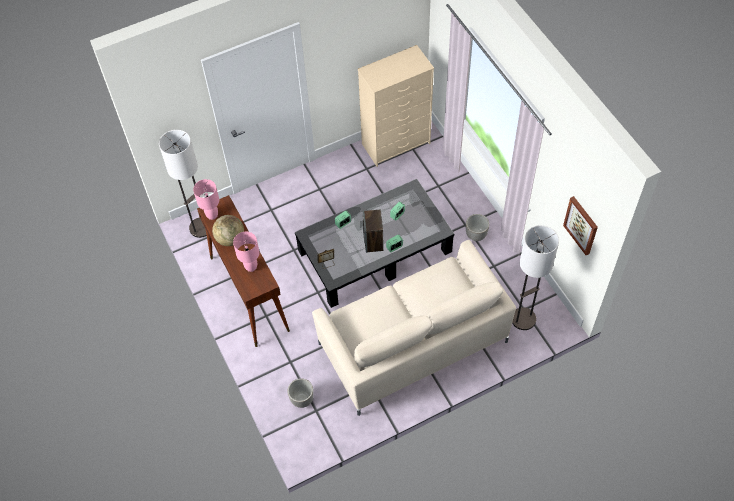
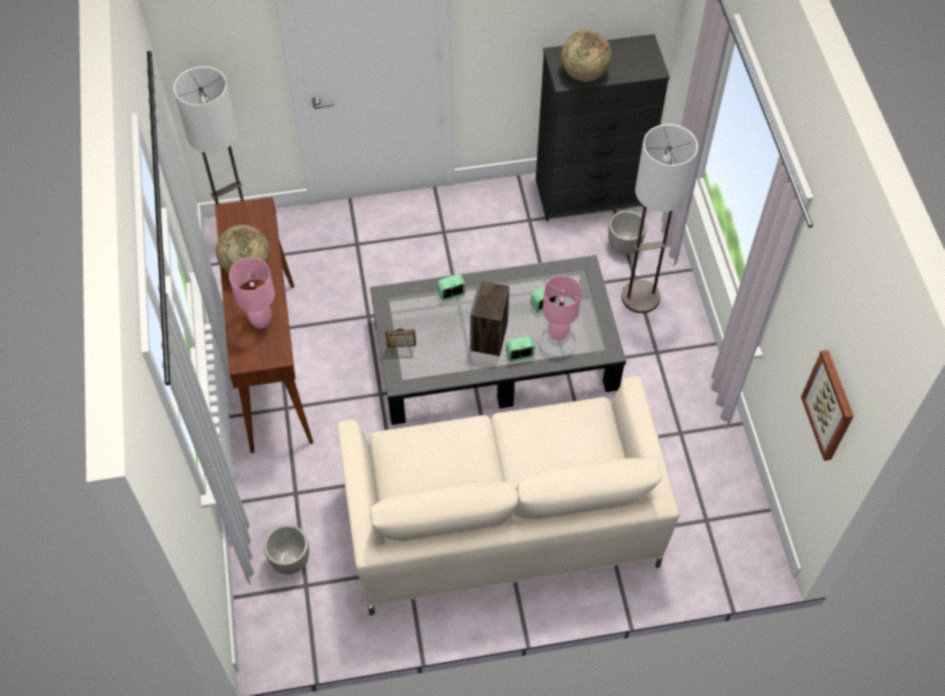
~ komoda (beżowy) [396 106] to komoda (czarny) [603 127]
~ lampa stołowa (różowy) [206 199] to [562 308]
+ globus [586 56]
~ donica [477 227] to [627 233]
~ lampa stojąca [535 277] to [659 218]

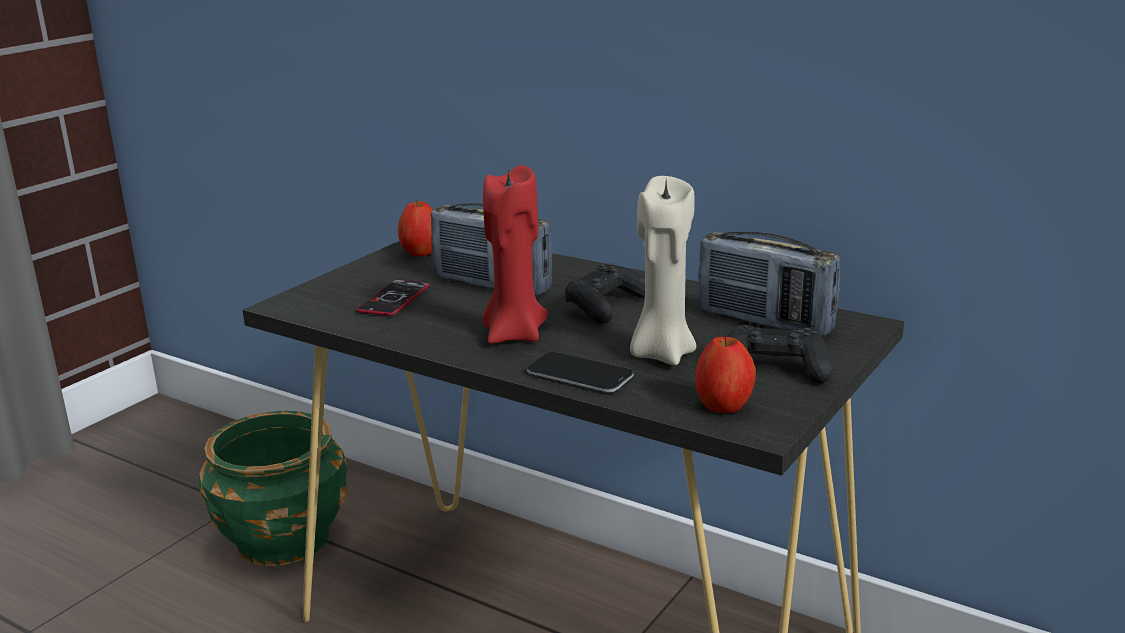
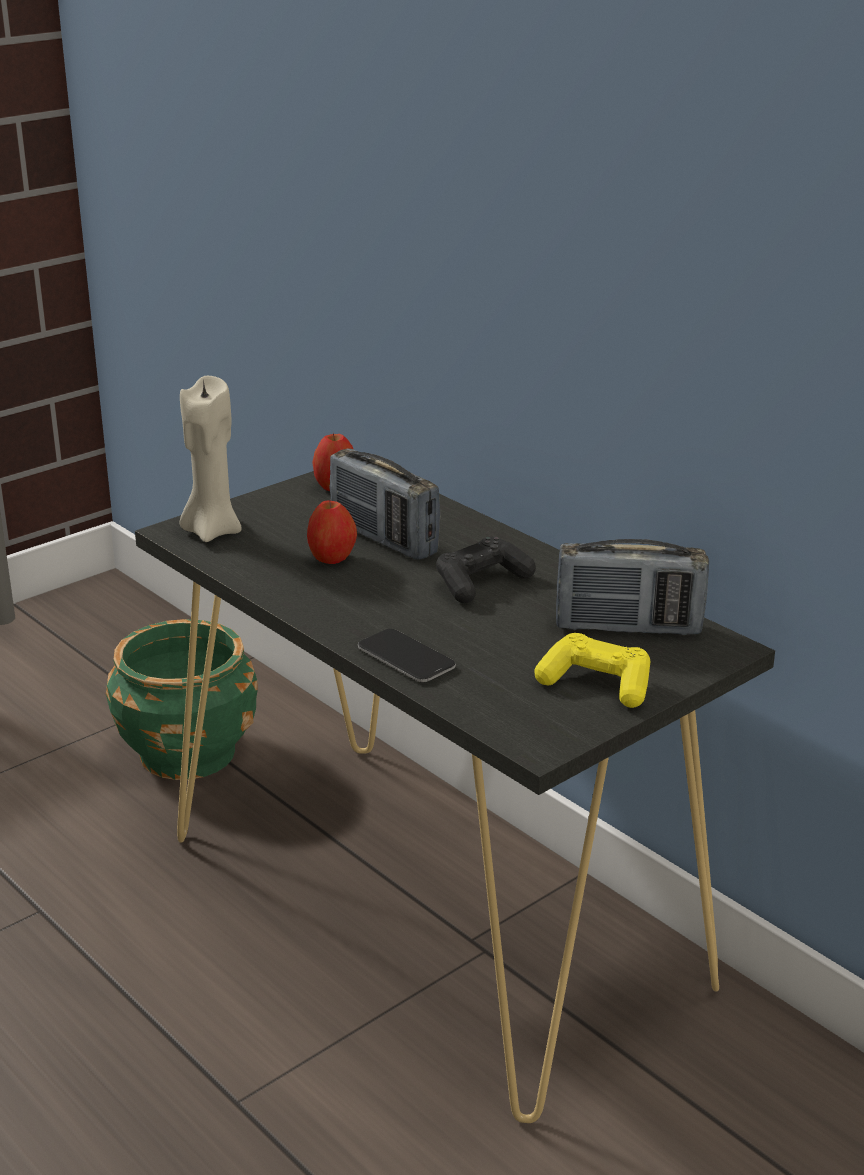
~ świeca (beżowy) [663 271] to [211 459]
~ jabłko [725 374] to [332 532]
~ pad do gier (czarny) [780 354] to pad do gier (żółty) [592 670]
~ radio [769 284] = [632 587] 45 degrees counterclockwise
- telefon [393 297]
- świeca (czerwony) [515 254]

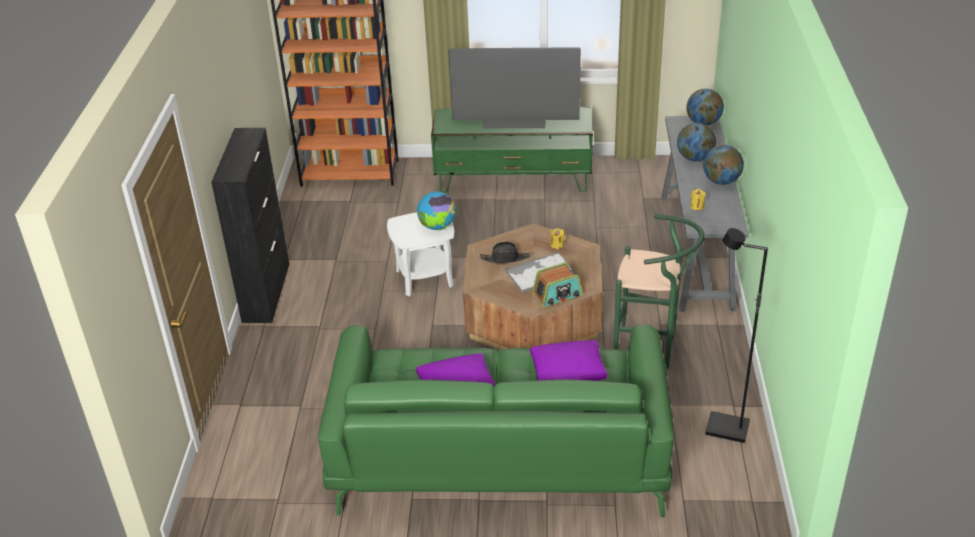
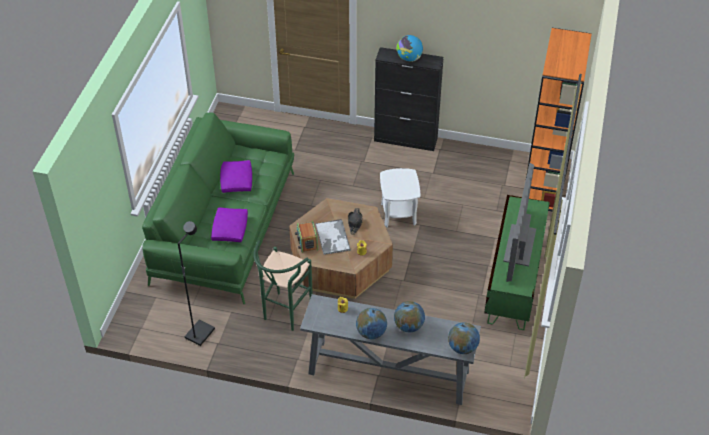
~ globus [436 210] to [410 48]

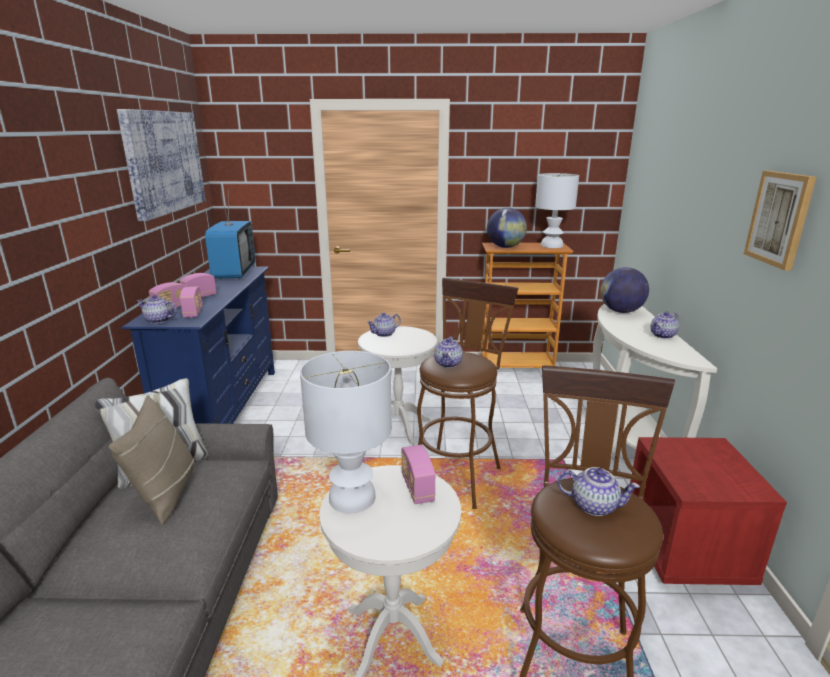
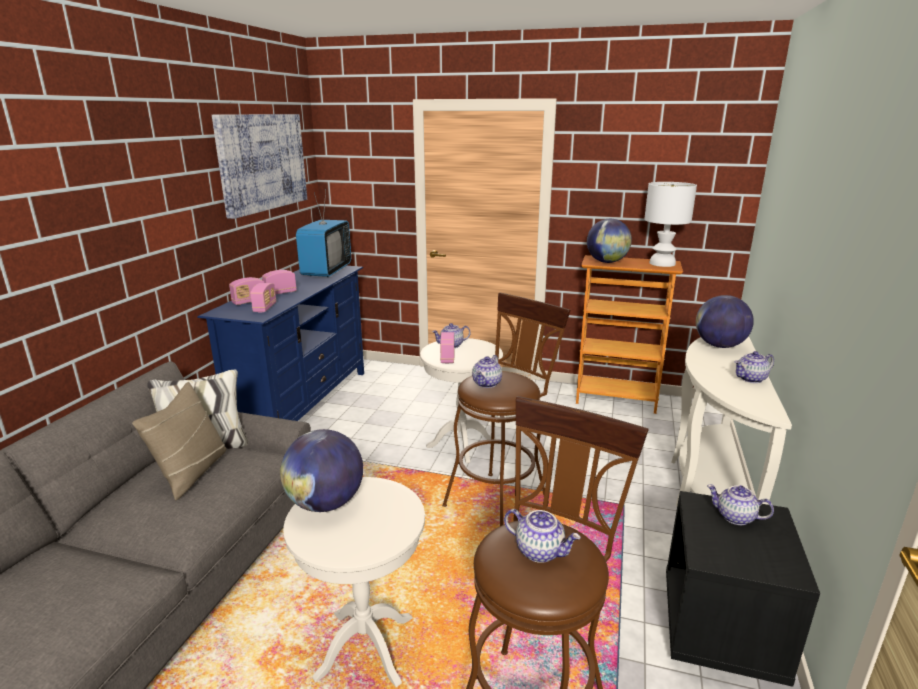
~ lampa stołowa (biały) [346 432] to globus [321 470]
~ radio [418 474] to [447 348]
~ szafka nocna (czerwony) [708 511] to szafka nocna (czarny) [743 589]
~ imbryk [157 309] to [740 505]
- obraz [780 221]

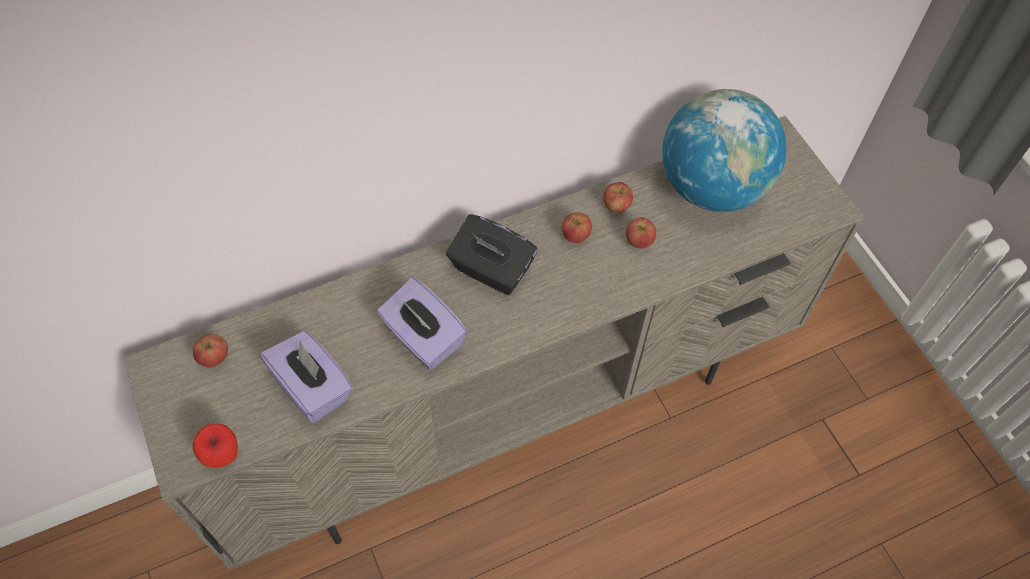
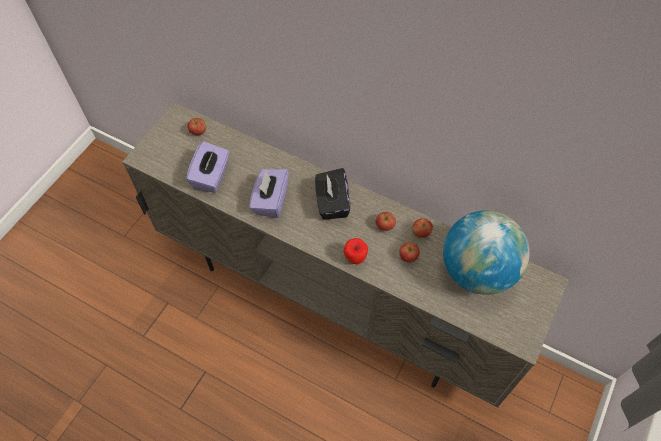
~ jabłko [215 446] to [356 251]

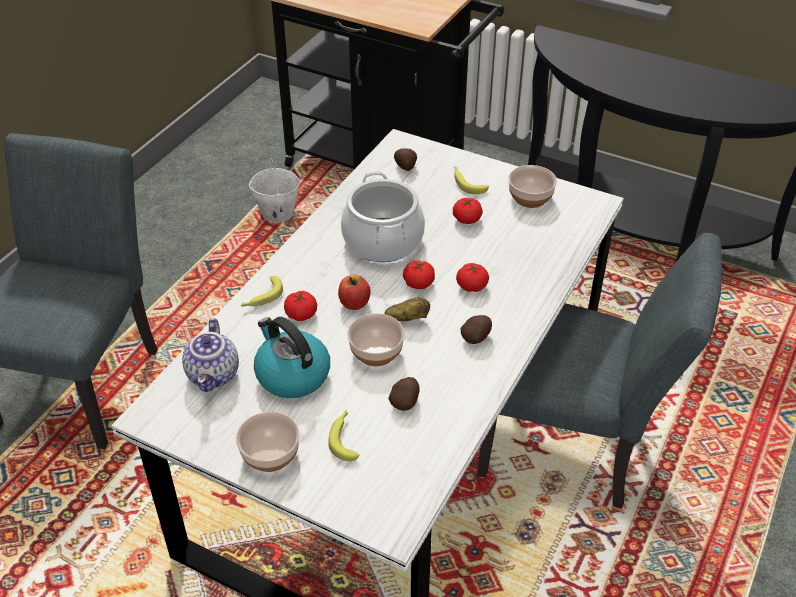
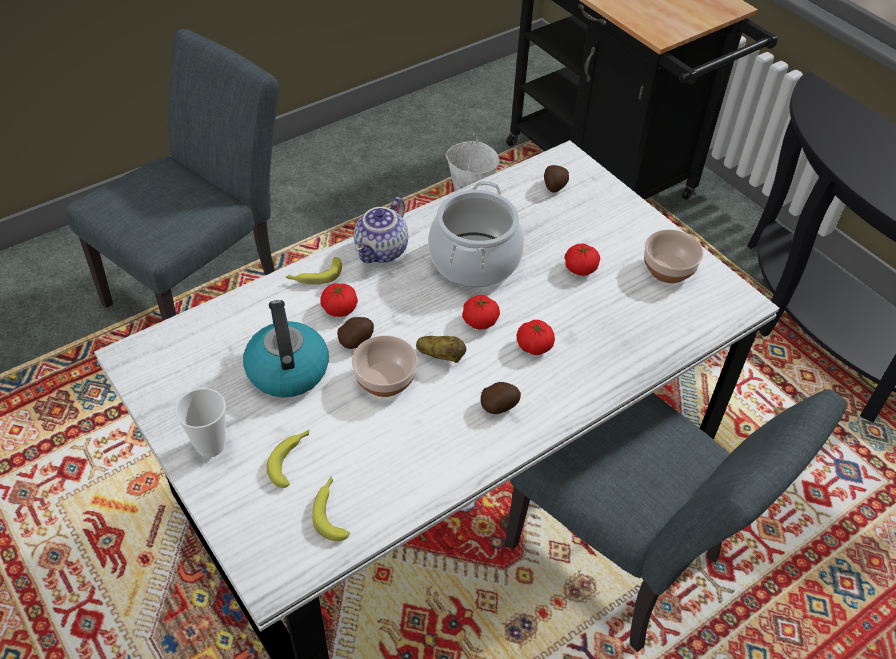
~ miska [268 442] to filiżanka [200 422]
~ banan [471 180] to [331 508]
~ ziemniak [403 394] to [355 333]
~ imbryk [210 355] to [381 230]
- jabłko [354 292]

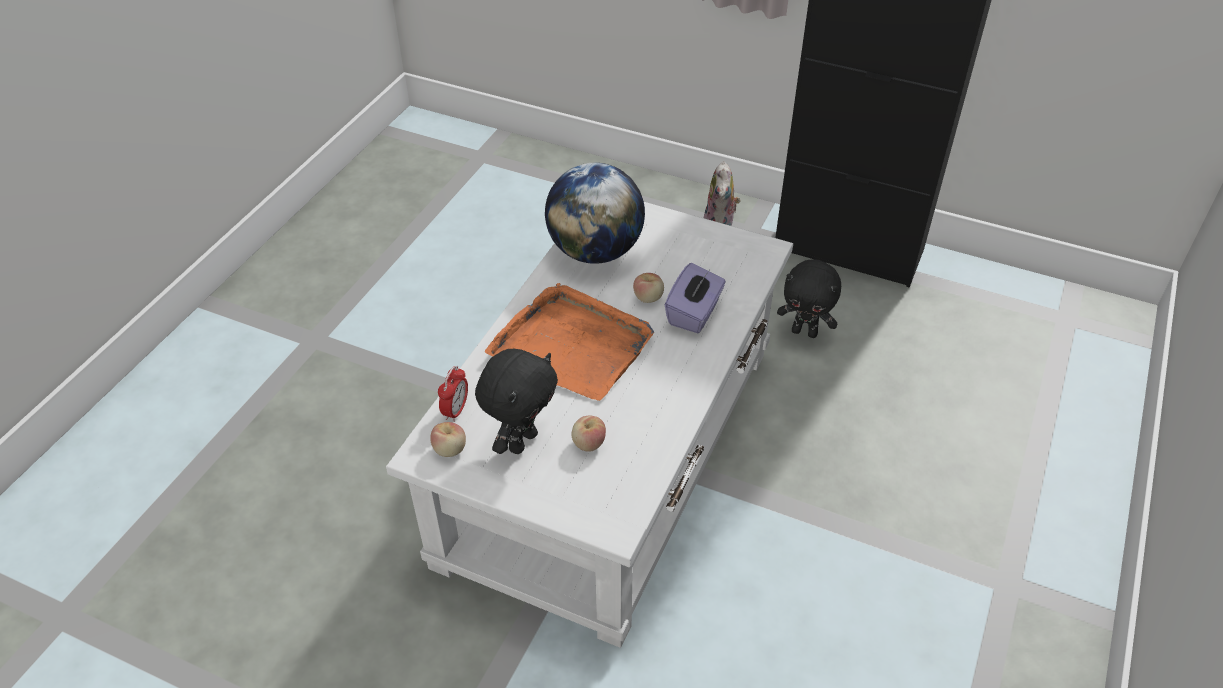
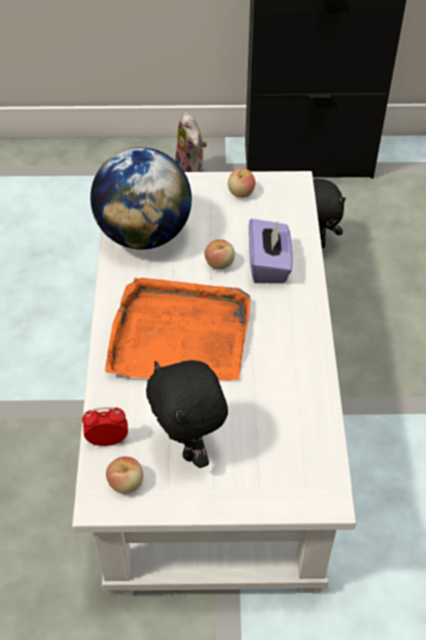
~ budzik [453 394] = [105 426] 90 degrees counterclockwise
~ pluszak (czarny) [516 401] = [187 414] 150 degrees clockwise
~ jabłko [589 434] to [241 183]

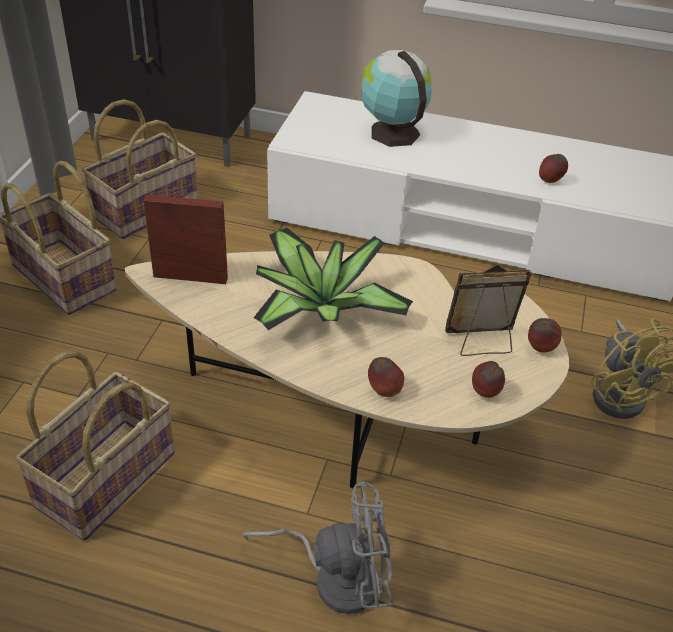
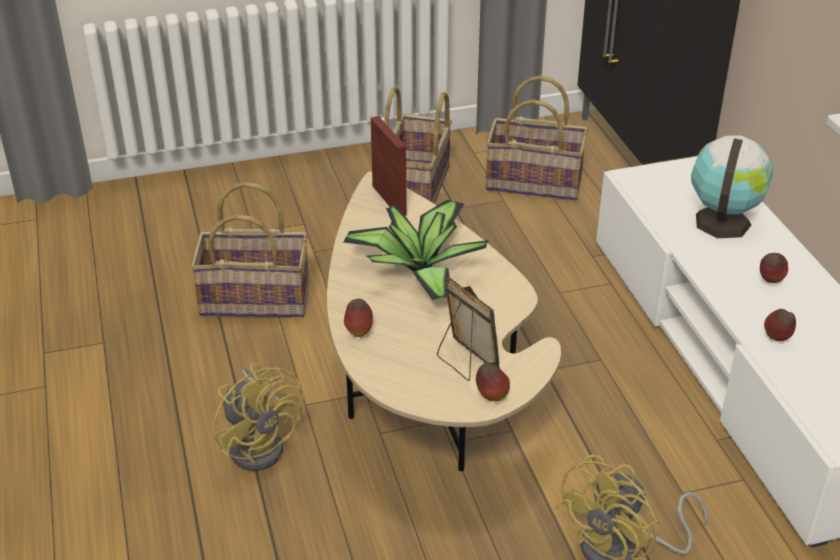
~ wentylator (szary) [318 547] to wentylator (żółty) [258 417]
~ jabłko [488 379] to [774 268]

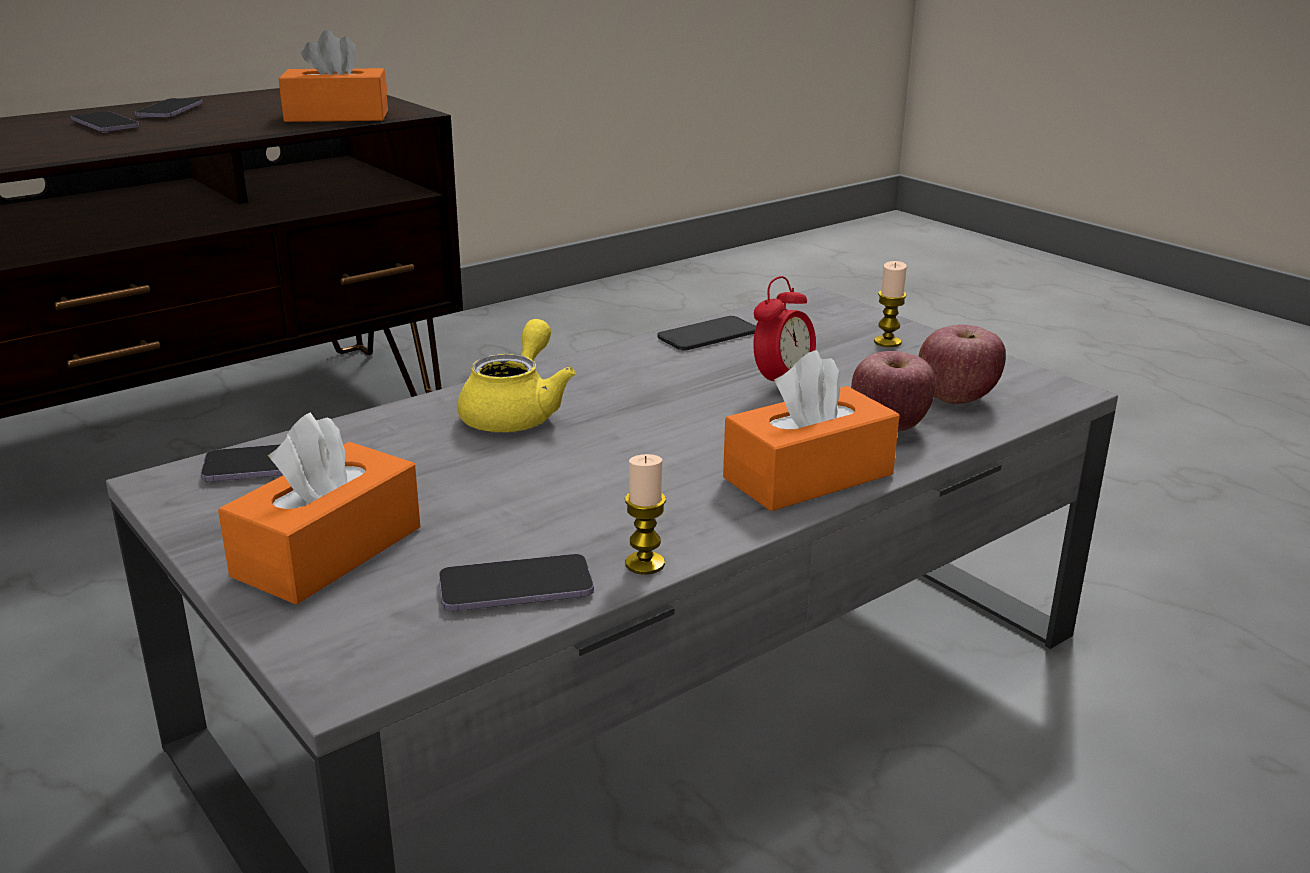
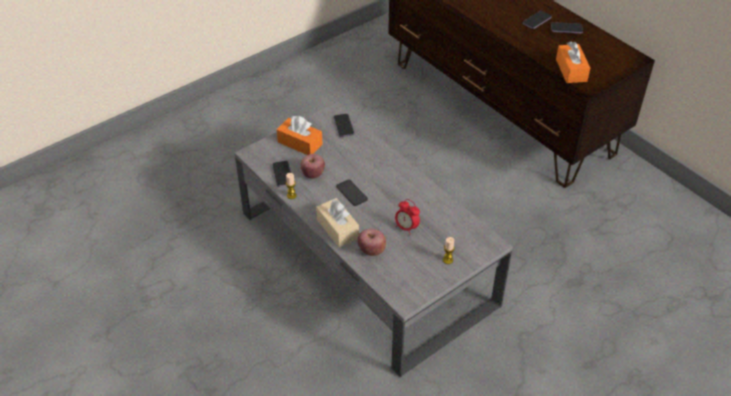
~ jabłko [962 364] to [313 166]
~ pudełko chusteczek (pomarańczowy) [811 430] to pudełko chusteczek (beżowy) [337 222]
~ telefon [706 333] to [352 192]
- imbryk (żółty) [516 375]

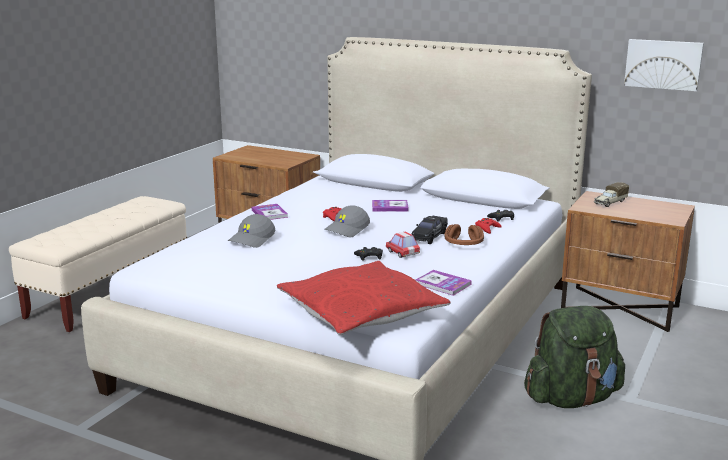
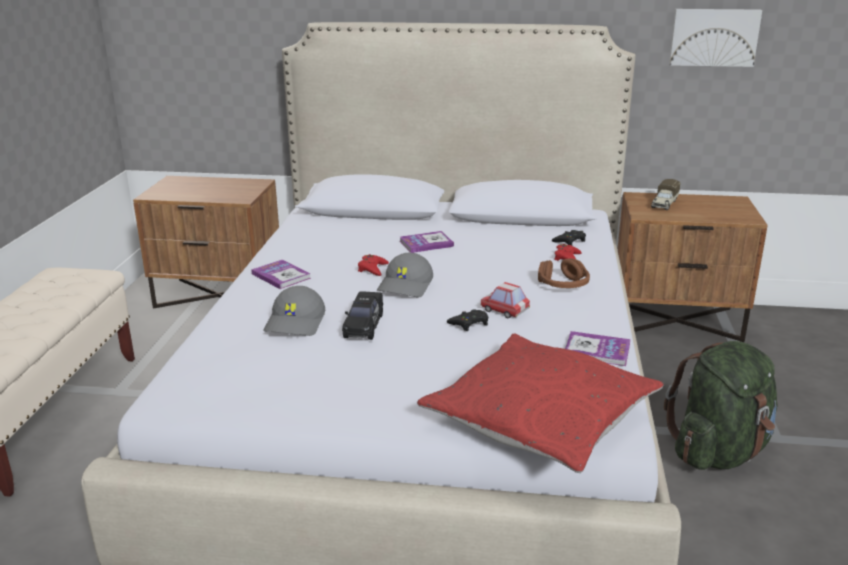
~ samochodzik (czarny) [429 230] to [362 315]

